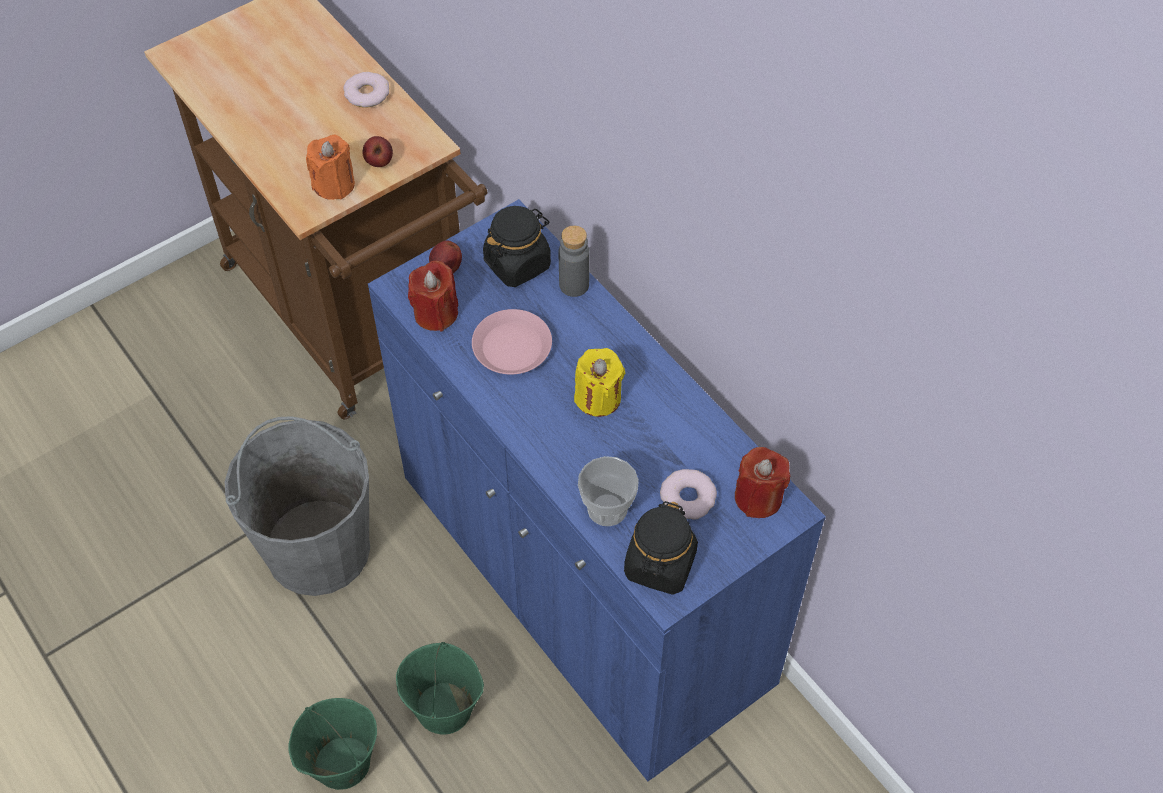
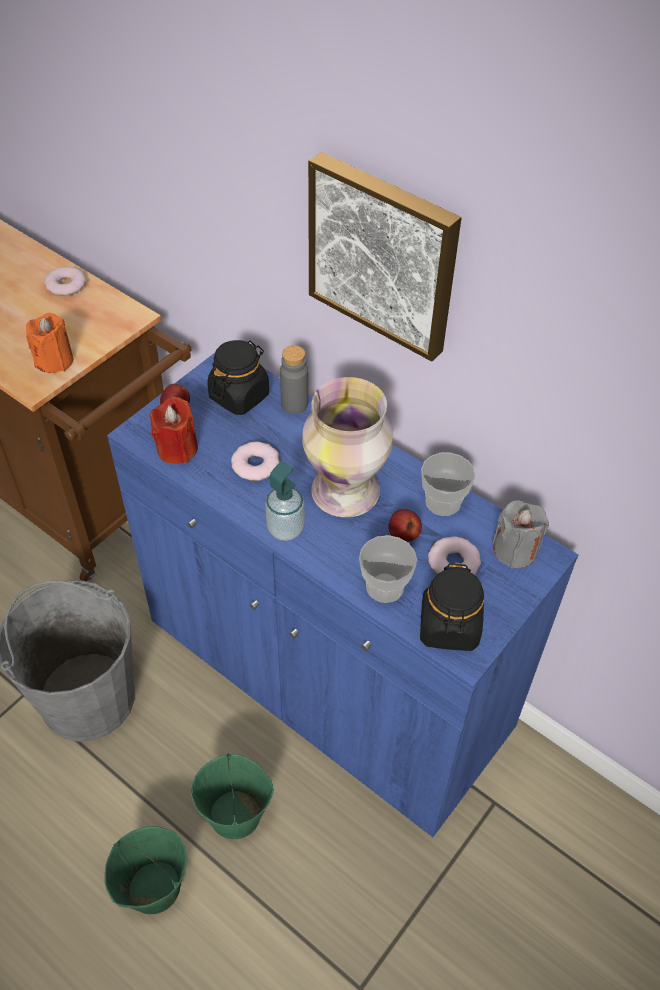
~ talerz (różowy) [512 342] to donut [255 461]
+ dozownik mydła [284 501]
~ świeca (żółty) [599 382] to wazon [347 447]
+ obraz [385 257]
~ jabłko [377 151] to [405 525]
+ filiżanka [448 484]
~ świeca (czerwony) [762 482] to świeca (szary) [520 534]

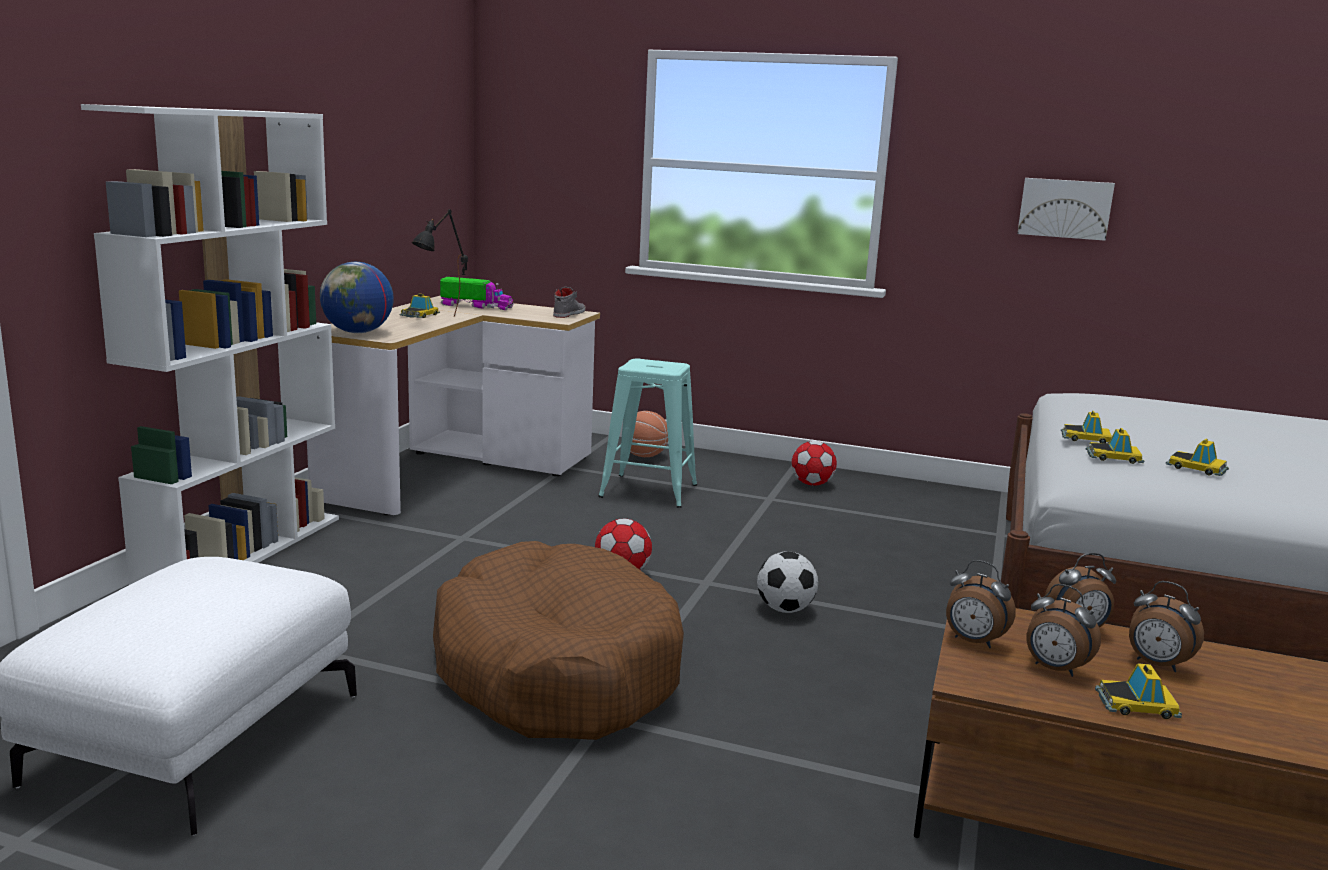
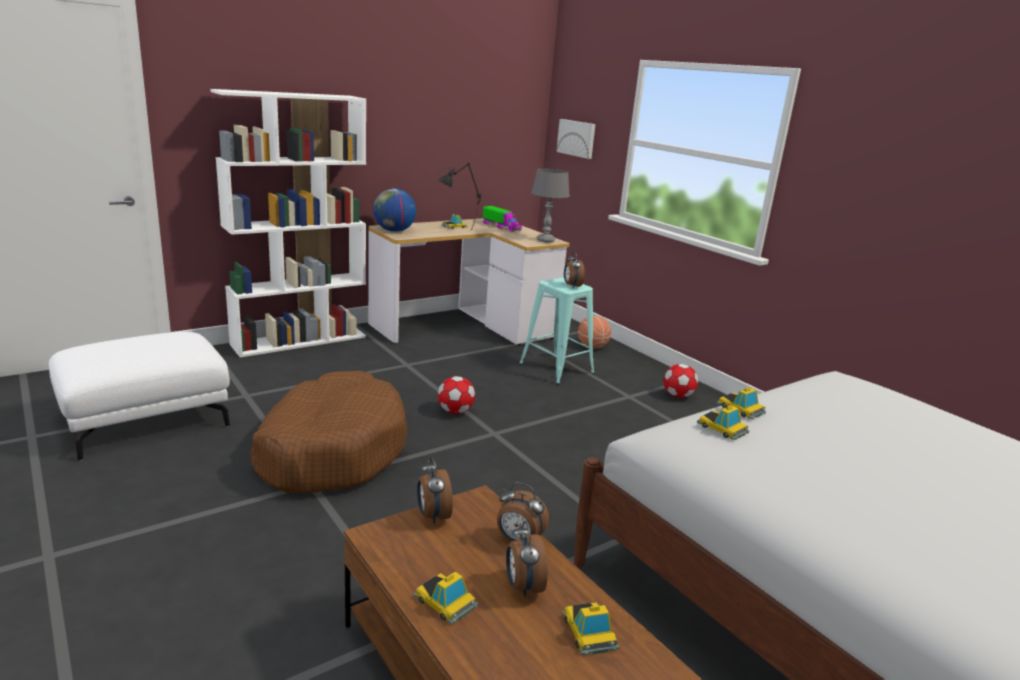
~ but (szary) [569 302] to lampa stołowa (szary) [550 205]
~ obraz [1066 209] to [576 139]
~ samochodzik [1197 457] to [590 628]
~ budzik [1063 630] to [574 269]
- piłka futbolowa [787 582]

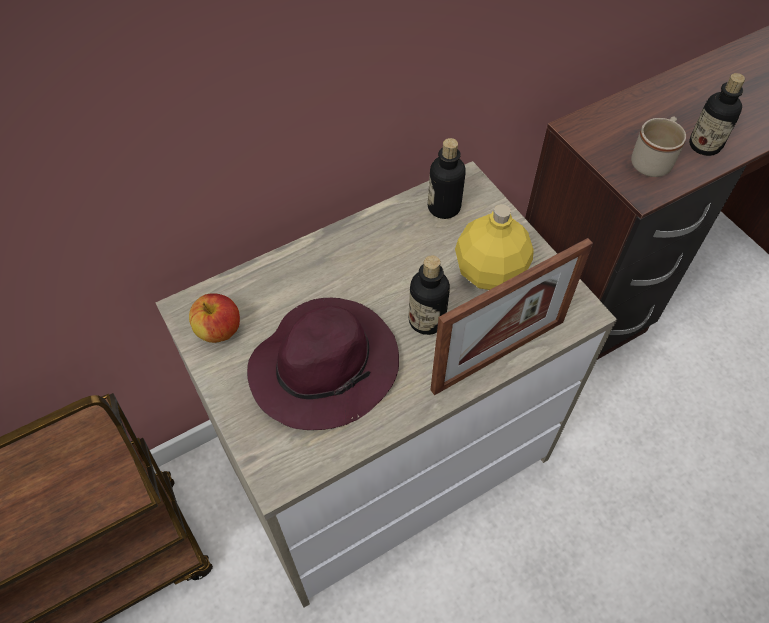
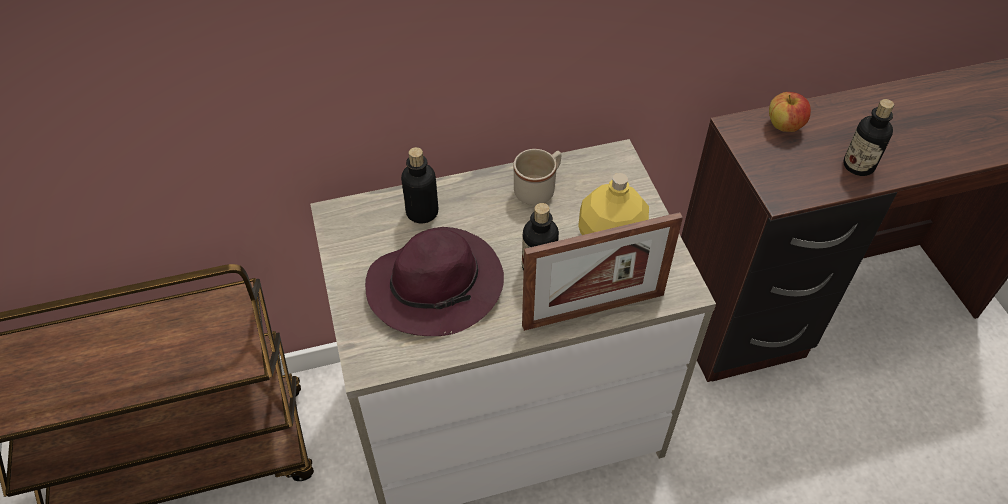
~ butelka [446 178] to [419 185]
~ kubek (beżowy) [658 146] to [537 177]
~ jabłko [214 318] to [790 112]

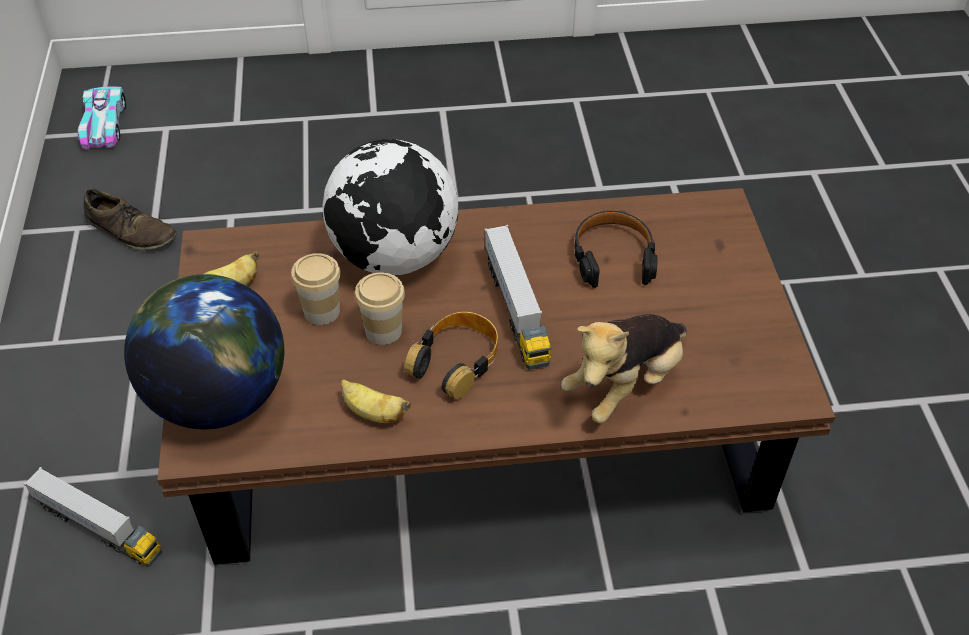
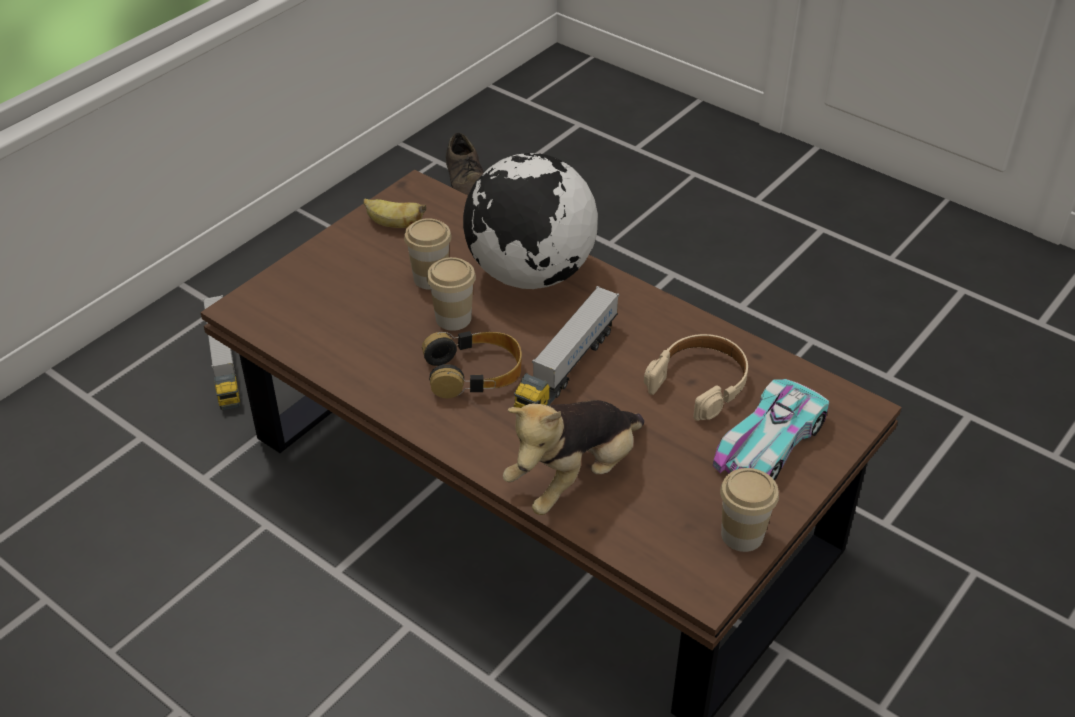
~ pluszak [624 368] = [573 457] 45 degrees counterclockwise
~ słuchawki (czarny) [615 249] to słuchawki (beżowy) [696 377]
~ samochodzik [102 118] to [771 430]
+ filiżanka [749 510]
- globus [204 351]
- banan [376 401]

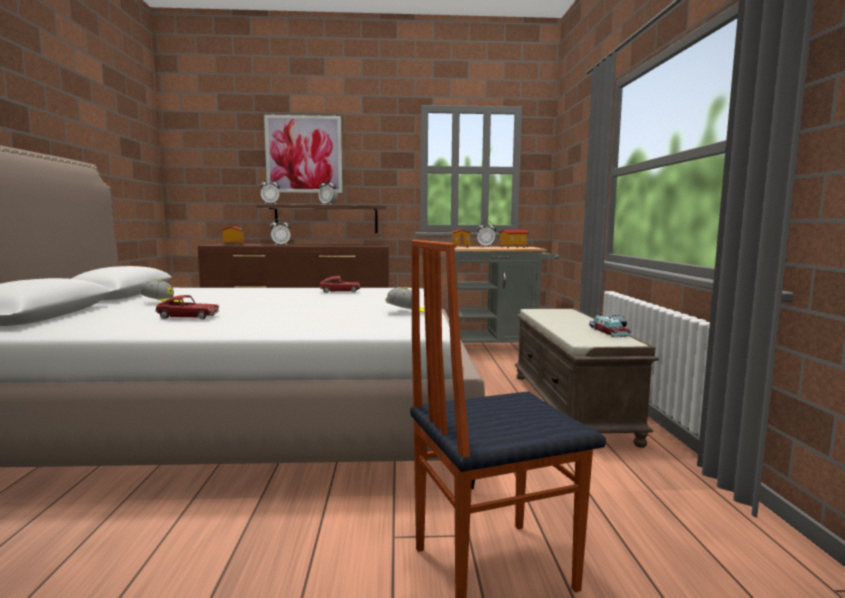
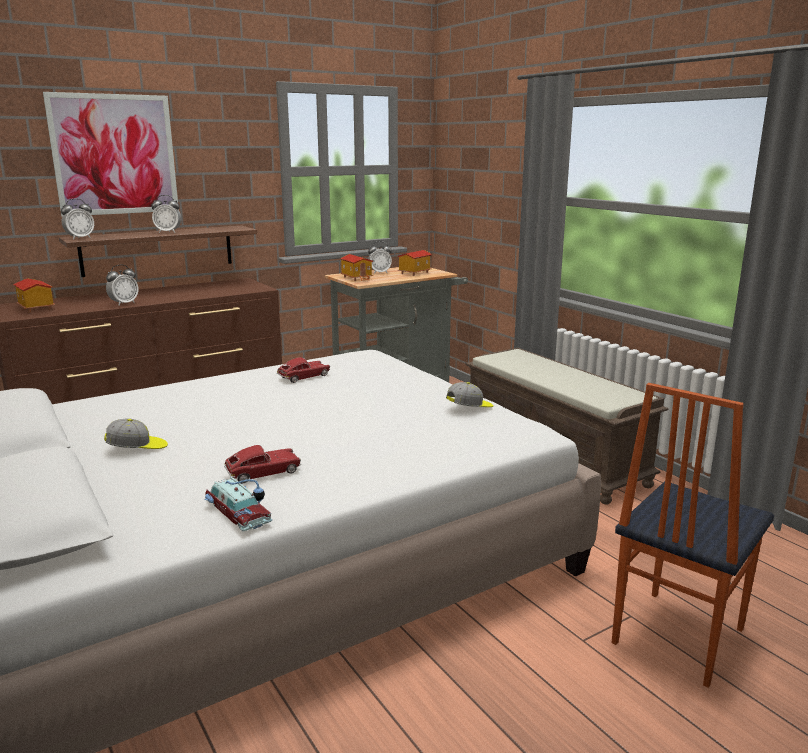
~ samochodzik [610 325] to [238 504]

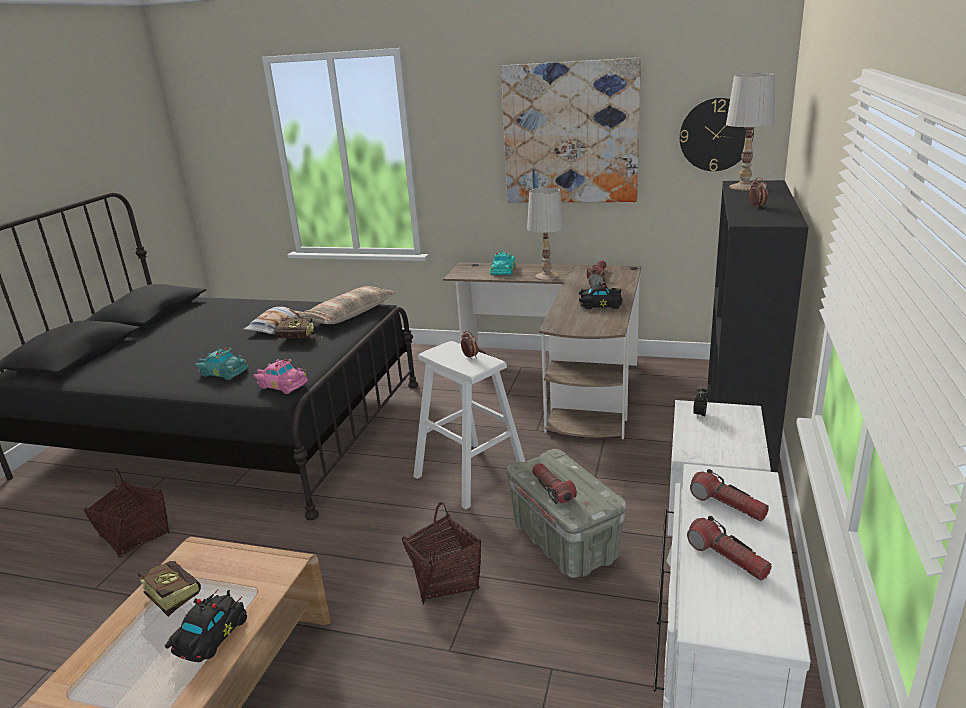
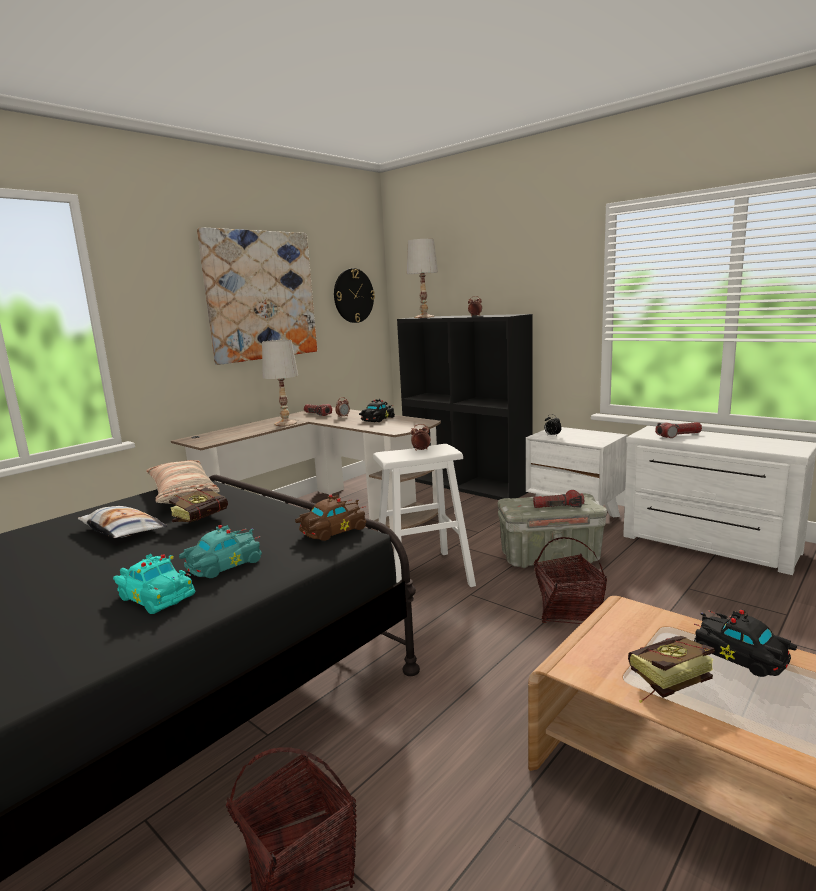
~ samochodzik (turkusowy) [502 263] to [154 584]
~ samochodzik (różowy) [280 376] to samochodzik (brązowy) [330 518]
- latarka [729 548]

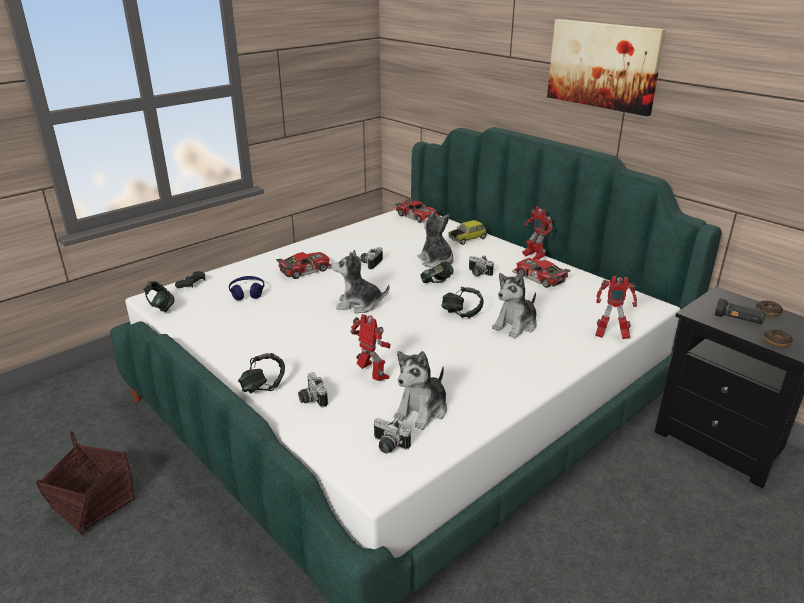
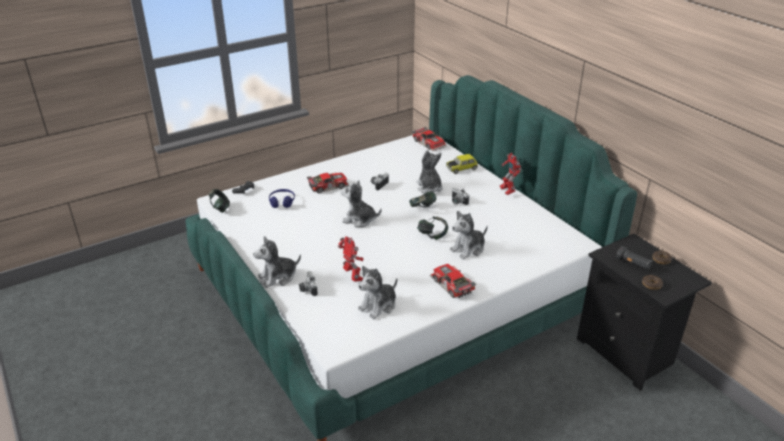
~ słuchawki [261 373] to pluszak [277 262]
~ samochodzik [541 273] to [453 281]
- koszyk [85 483]
- aparat fotograficzny [392 435]
- obraz [606 67]
- robot zabawkowy [616 307]

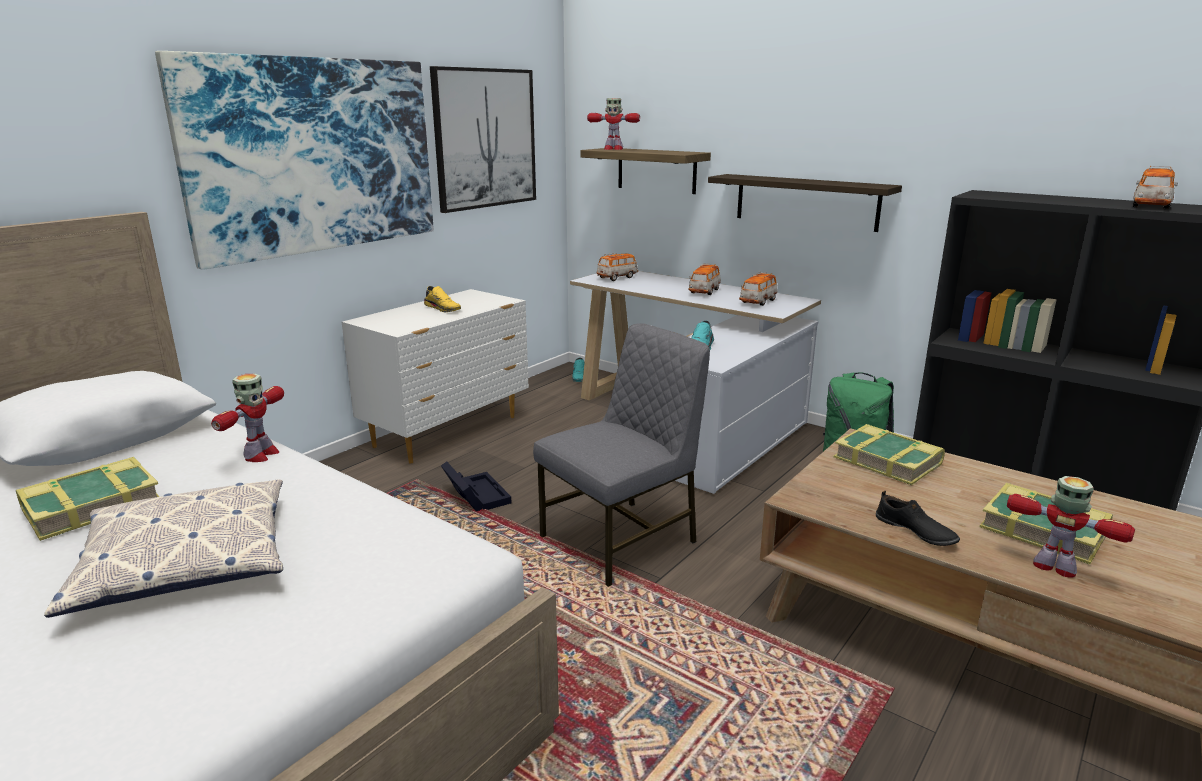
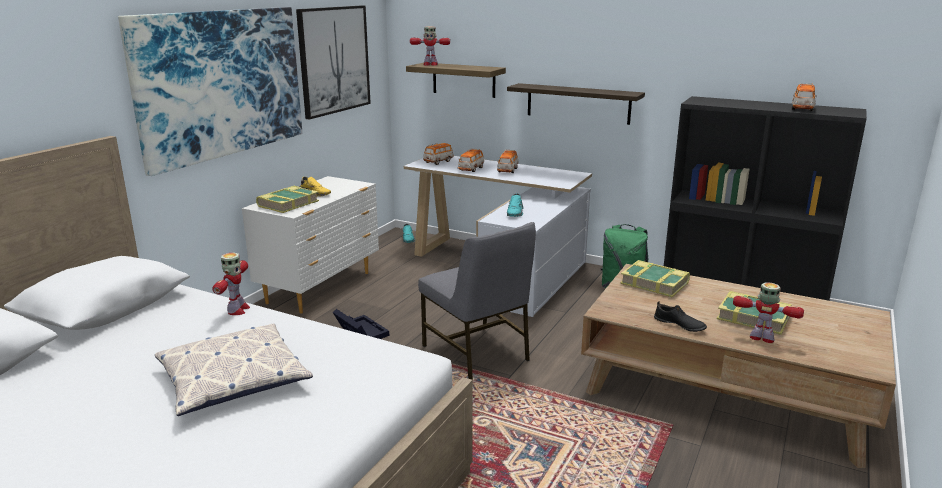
~ książka [88 499] to [287 199]
~ krzesło (szary) [621 455] = [477 301] 105 degrees clockwise
~ samochodzik [758 289] to [471 160]

